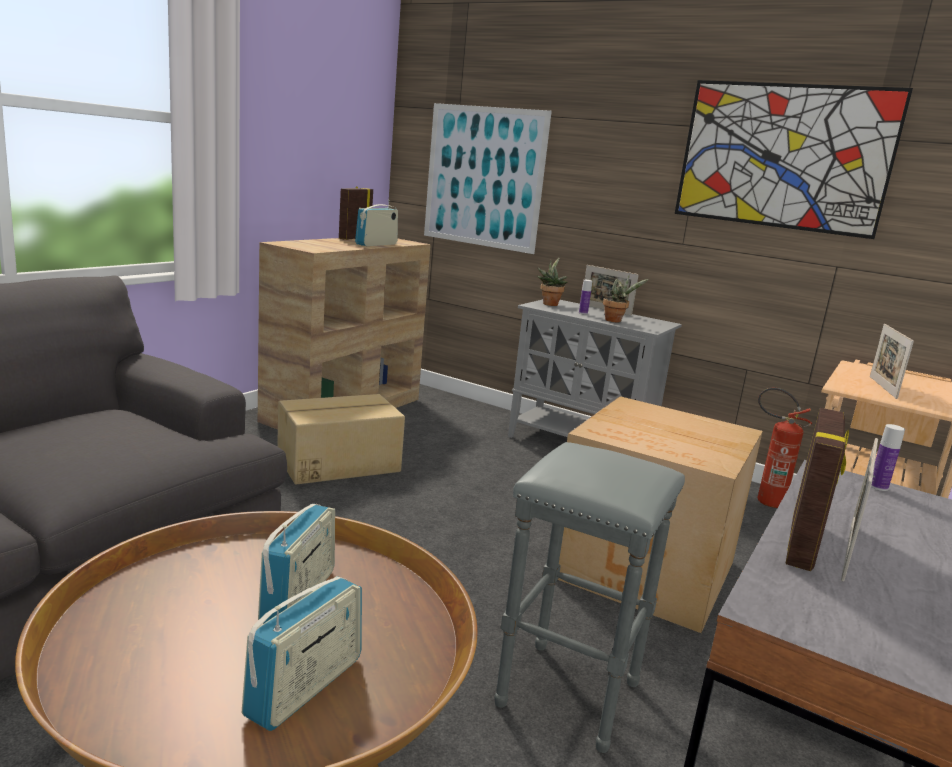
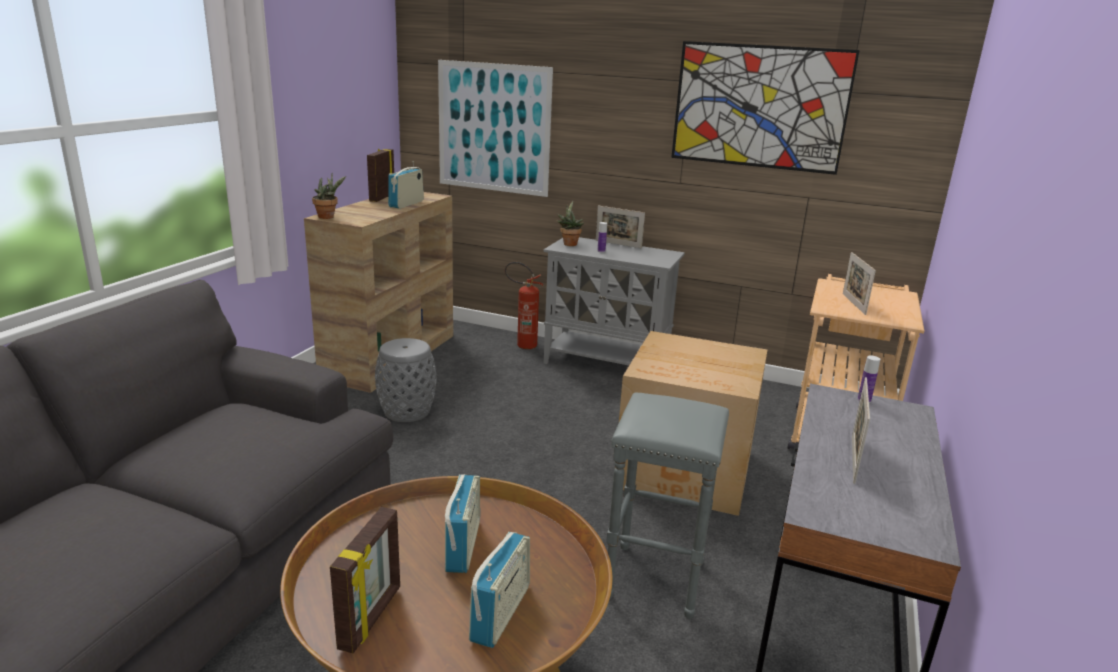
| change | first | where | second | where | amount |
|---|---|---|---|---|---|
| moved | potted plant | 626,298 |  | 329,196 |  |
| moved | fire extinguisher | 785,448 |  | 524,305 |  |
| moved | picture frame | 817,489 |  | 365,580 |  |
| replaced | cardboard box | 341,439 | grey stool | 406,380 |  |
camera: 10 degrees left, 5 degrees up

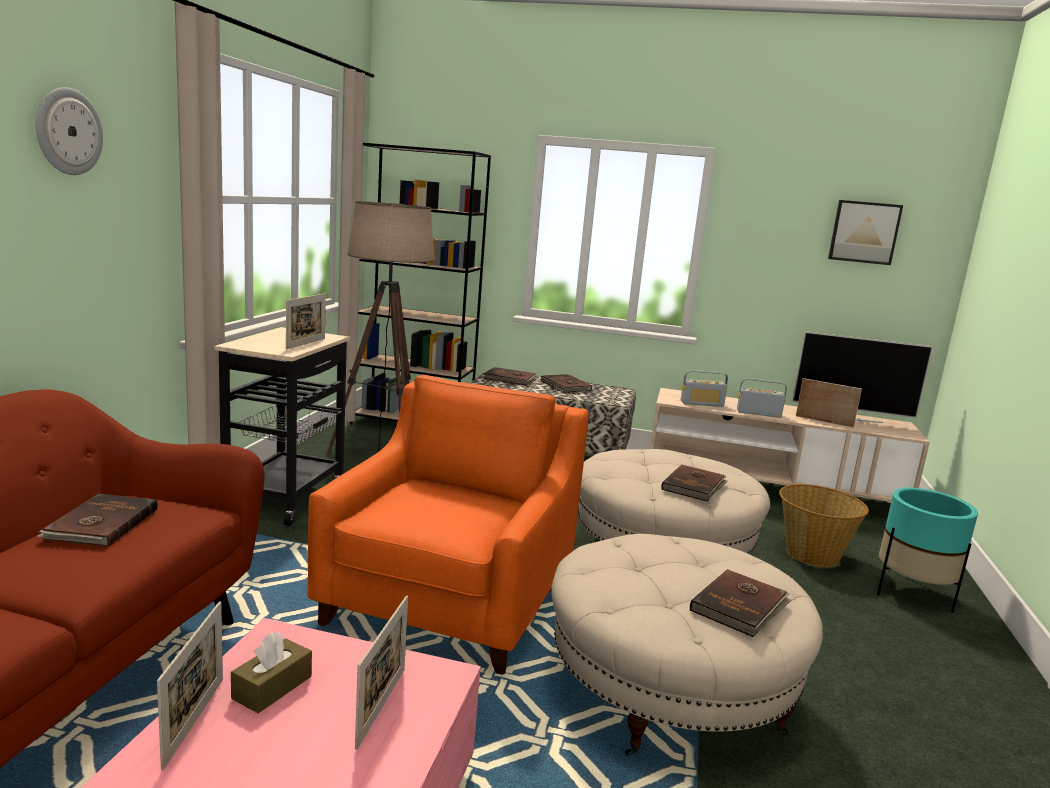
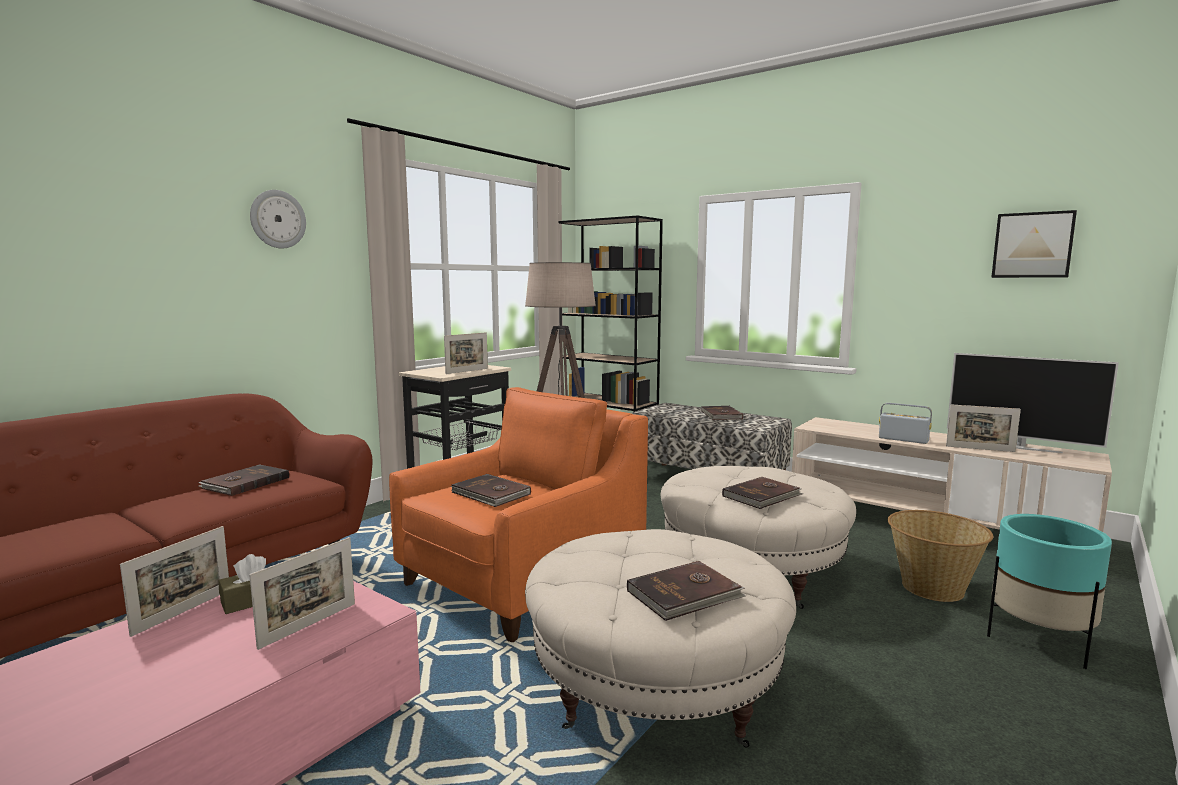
| change | first | where | second | where | amount |
|---|---|---|---|---|---|
| removed | radio | 704,388 |  |  |  |
| moved | brown book | 510,376 |  | 491,490 |  |
| turned | picture frame | 829,403 |  | 983,428 | 150 degrees clockwise |
camera: 25 degrees right, 5 degrees down

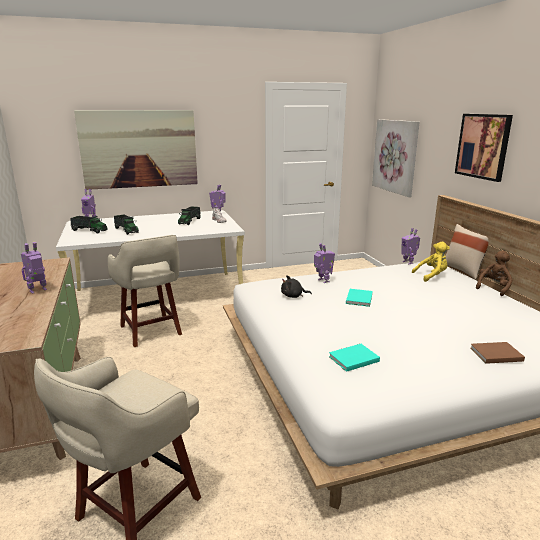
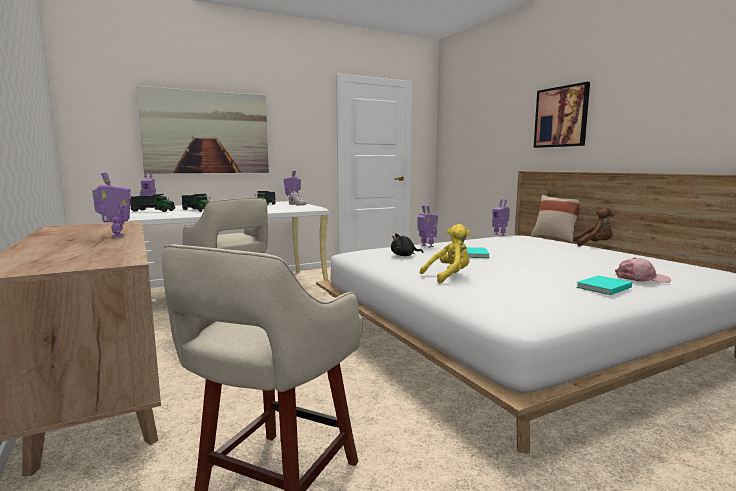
| change | first | where | second | where | amount |
|---|---|---|---|---|---|
| removed | picture | 396,158 |  |  |  |
| moved | turquoise book | 354,358 |  | 604,285 |  |
| moved | yellow plush toy | 431,262 |  | 445,253 |  |
| replaced | brown book | 497,353 | pink cap | 643,270 |  |
| turned | toy robot | 34,268 |  | 111,205 | 120 degrees clockwise |
| turned | brown plush toy | 494,273 |  | 594,226 | 75 degrees clockwise |
camera: 10 degrees left, 10 degrees down

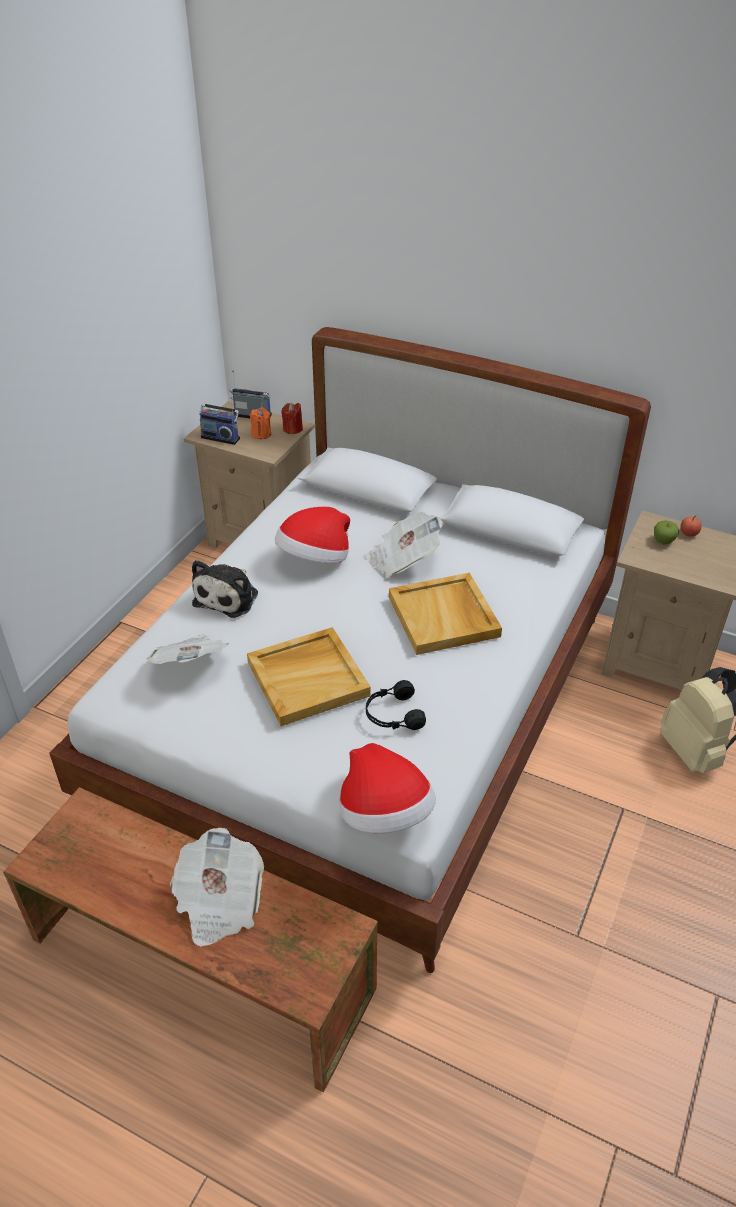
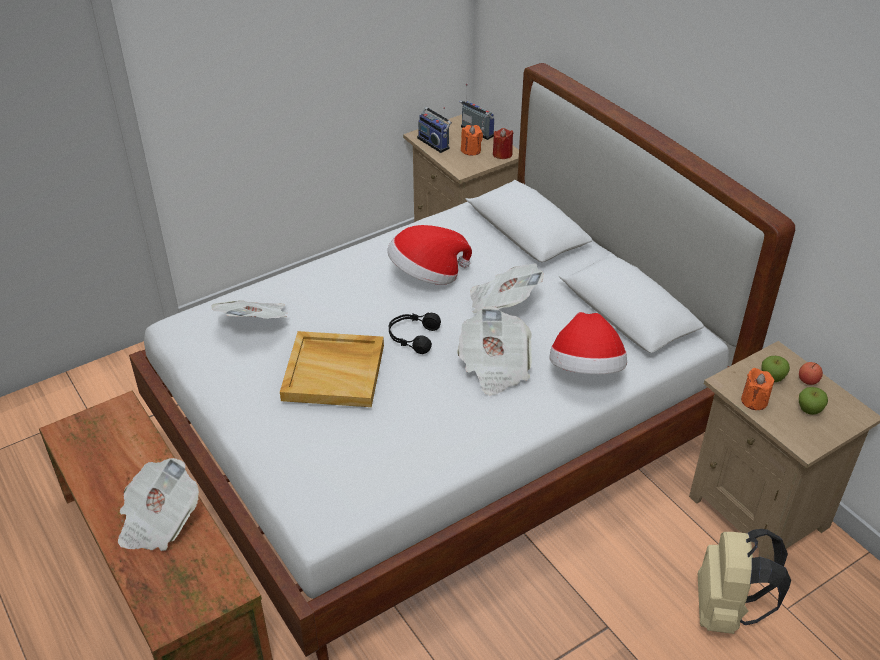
| change | first | where | second | where | amount |
|---|---|---|---|---|---|
| removed | plush toy | 225,589 |  |  |  |
| added |  |  | orange candle | 757,389 |  |
| added |  |  | apple | 813,401 |  |
| moved | hat | 387,788 |  | 588,343 |  |
| moved | black headphones | 396,705 |  | 415,333 |  |
| replaced | beige tray | 445,614 | newspaper | 494,351 |  |
camera: 30 degrees right, 0 degrees up

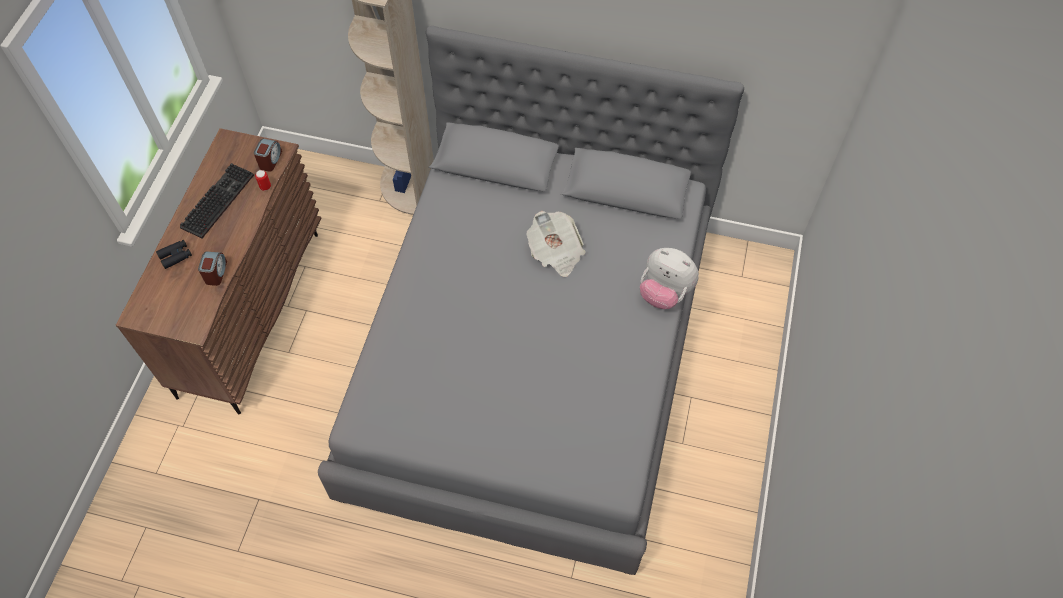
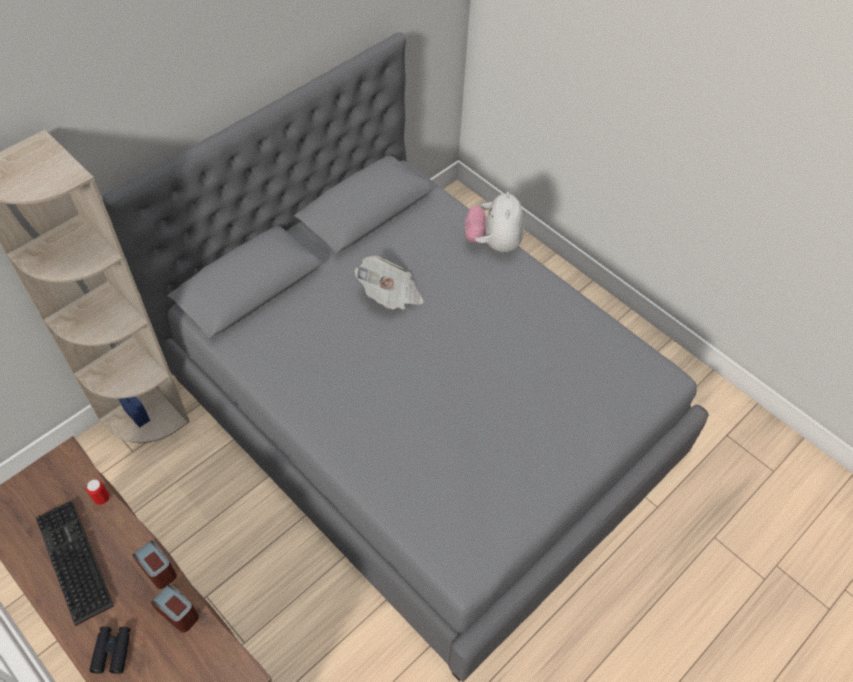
| change | first | where | second | where | amount |
|---|---|---|---|---|---|
| moved | alarm clock | 268,155 |  | 154,564 |  |
| turned | plush toy | 669,278 |  | 494,222 | 120 degrees clockwise |
camera: 60 degrees left, 5 degrees down

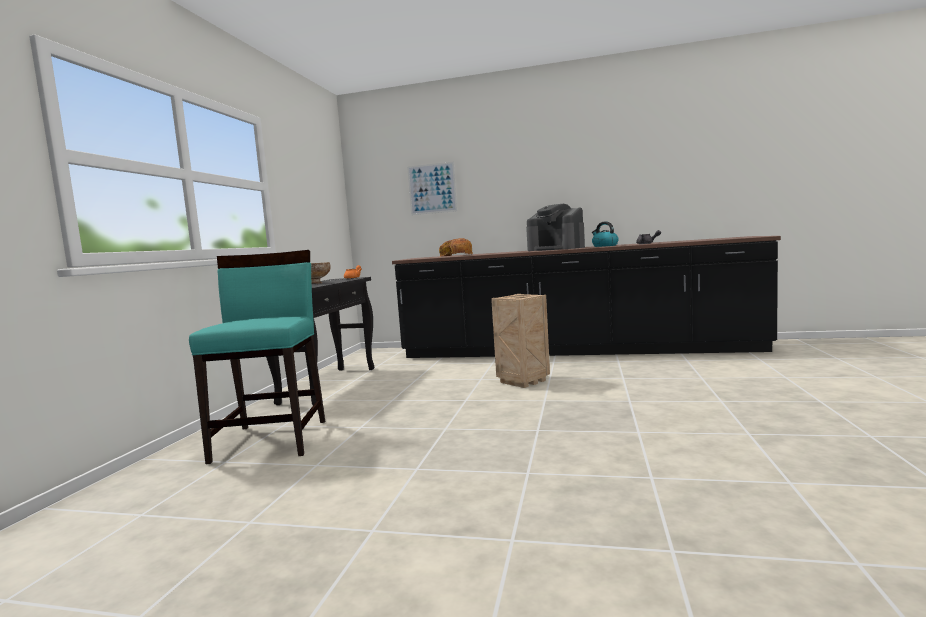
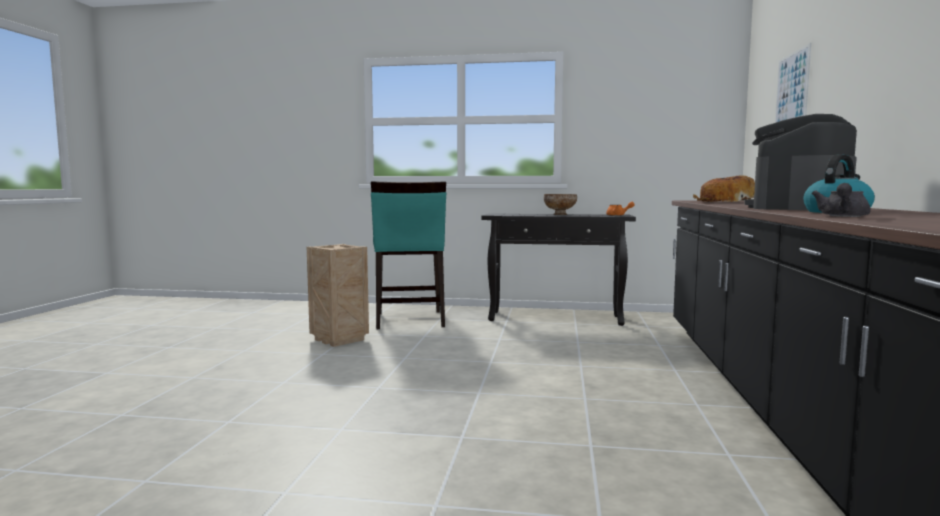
| change | first | where | second | where | amount |
|---|---|---|---|---|---|
| moved | crate | 520,341 |  | 338,295 |  |
| turned | turquoise chair | 257,357 |  | 408,255 | 90 degrees clockwise |
camera: 85 degrees right, 0 degrees up

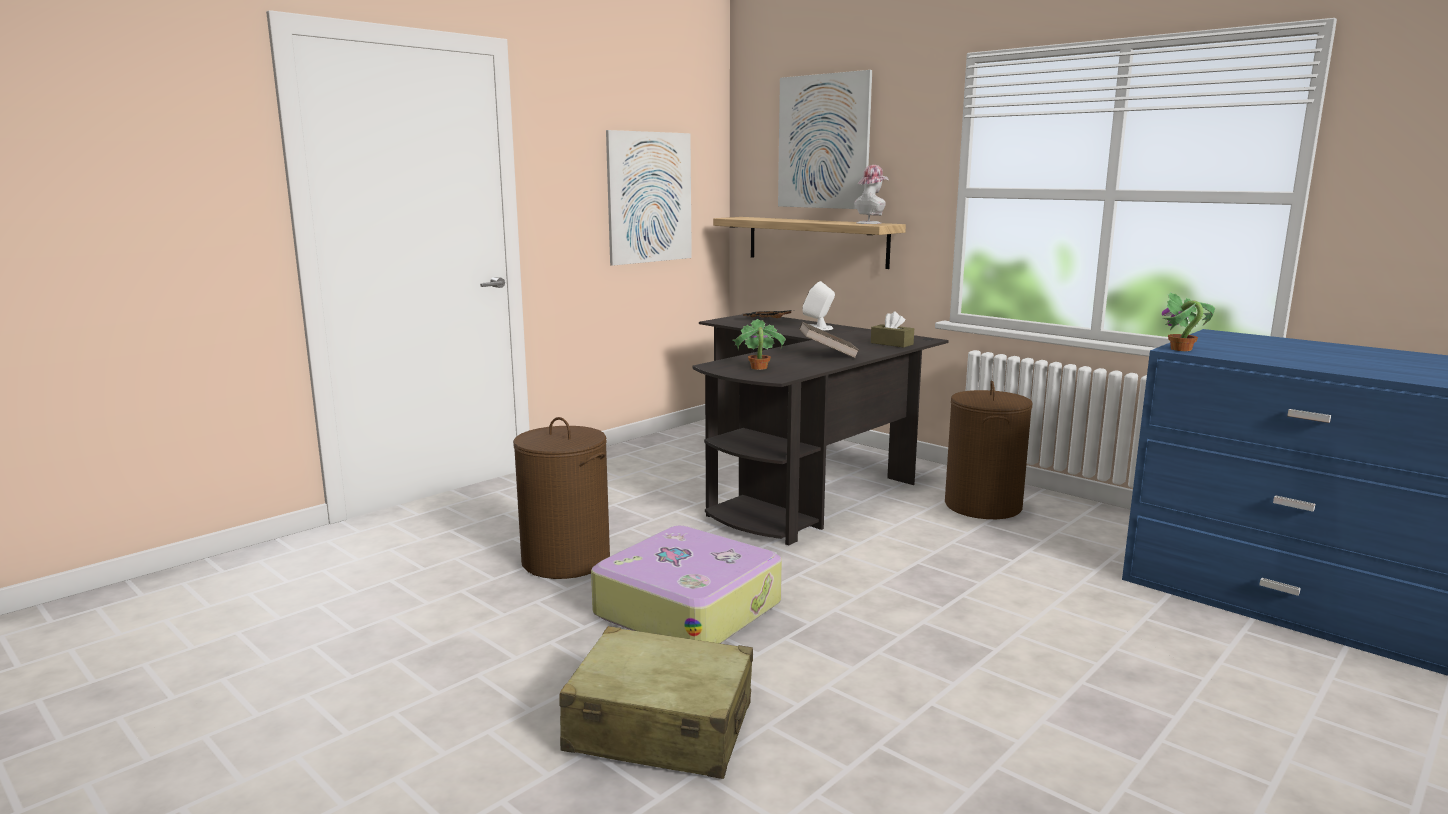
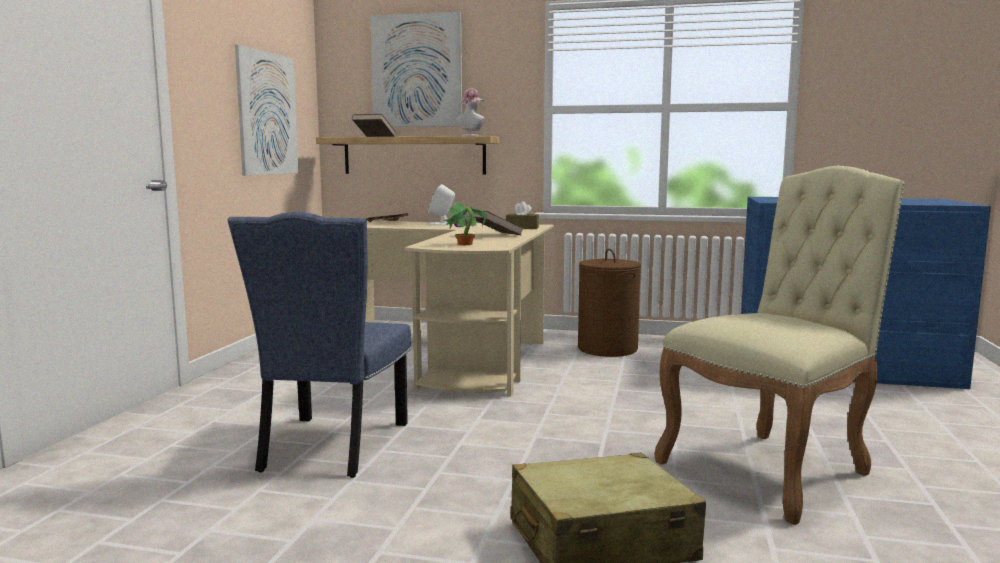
| change | first | where | second | where | amount |
|---|---|---|---|---|---|
| removed | suitcase | 686,585 |  |  |  |
| removed | potted plant | 1188,321 |  |  |  |
| added |  |  | brown book | 373,125 |  |
| added |  |  | beige chair | 779,345 |  |
| replaced | brown laundry basket | 561,498 | blue chair | 319,344 |  |
| recoloured | black desk | 821,430 | beige desk | 459,309 |  |
camera: 30 degrees left, 5 degrees down

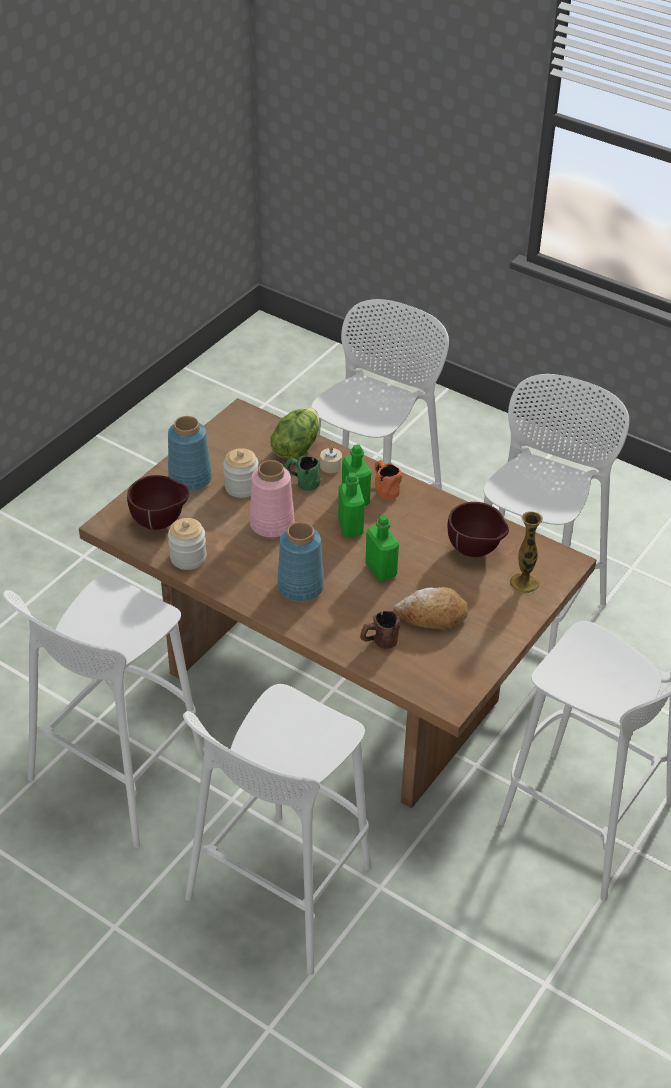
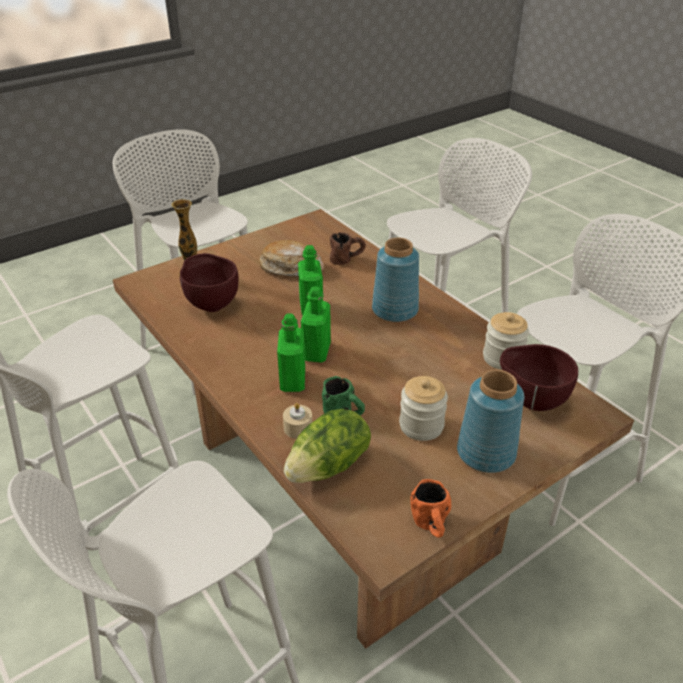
| change | first | where | second | where | amount |
|---|---|---|---|---|---|
| removed | pink vase | 272,498 |  |  |  |
| moved | orange mug | 388,479 |  | 431,508 |  |
camera: 160 degrees left, 5 degrees down

